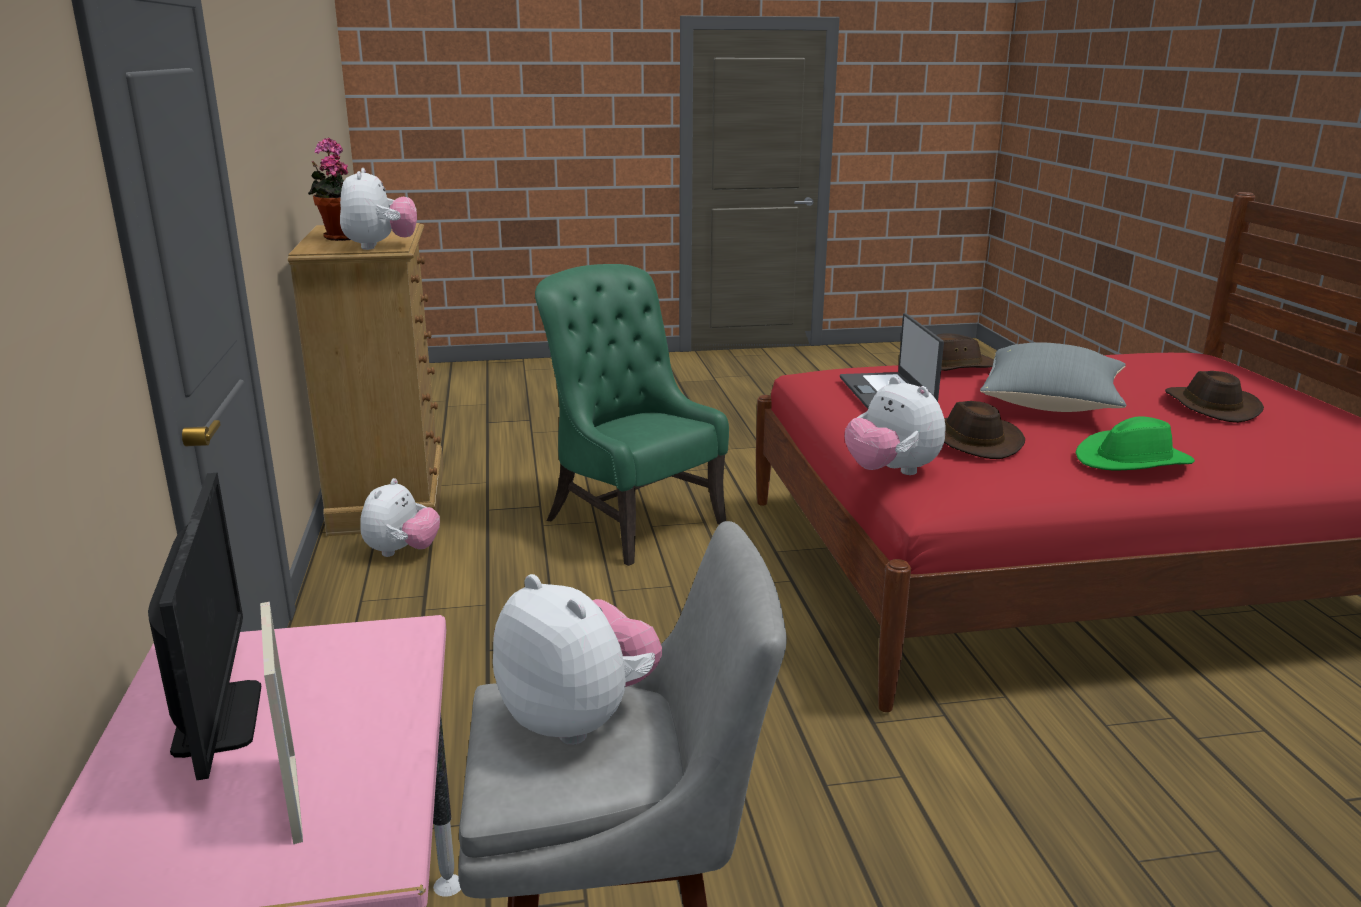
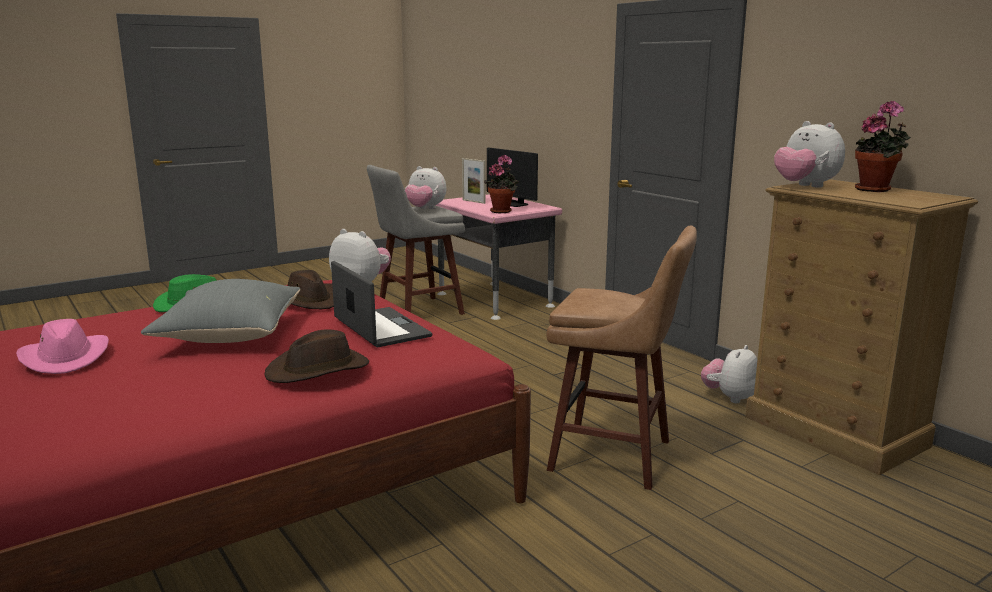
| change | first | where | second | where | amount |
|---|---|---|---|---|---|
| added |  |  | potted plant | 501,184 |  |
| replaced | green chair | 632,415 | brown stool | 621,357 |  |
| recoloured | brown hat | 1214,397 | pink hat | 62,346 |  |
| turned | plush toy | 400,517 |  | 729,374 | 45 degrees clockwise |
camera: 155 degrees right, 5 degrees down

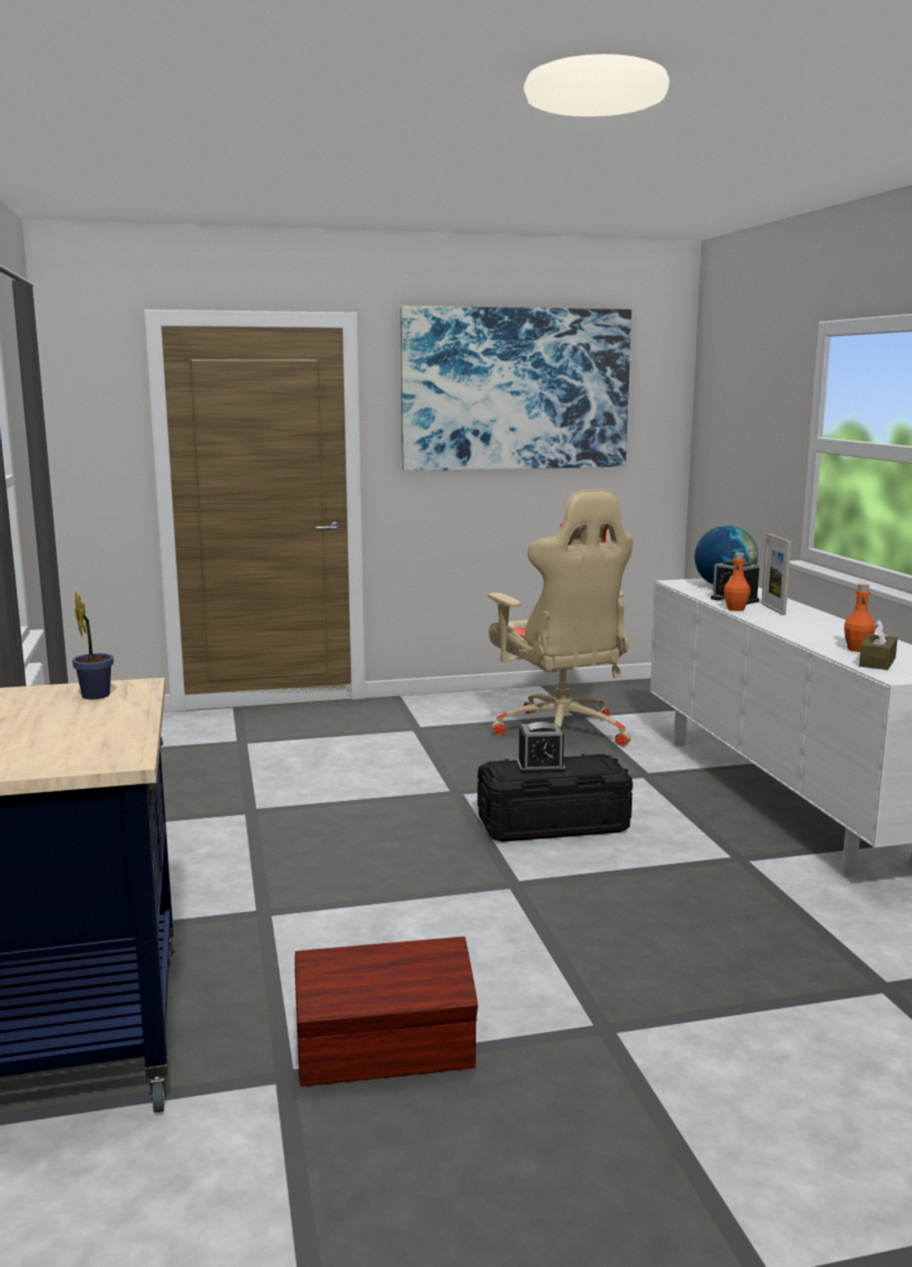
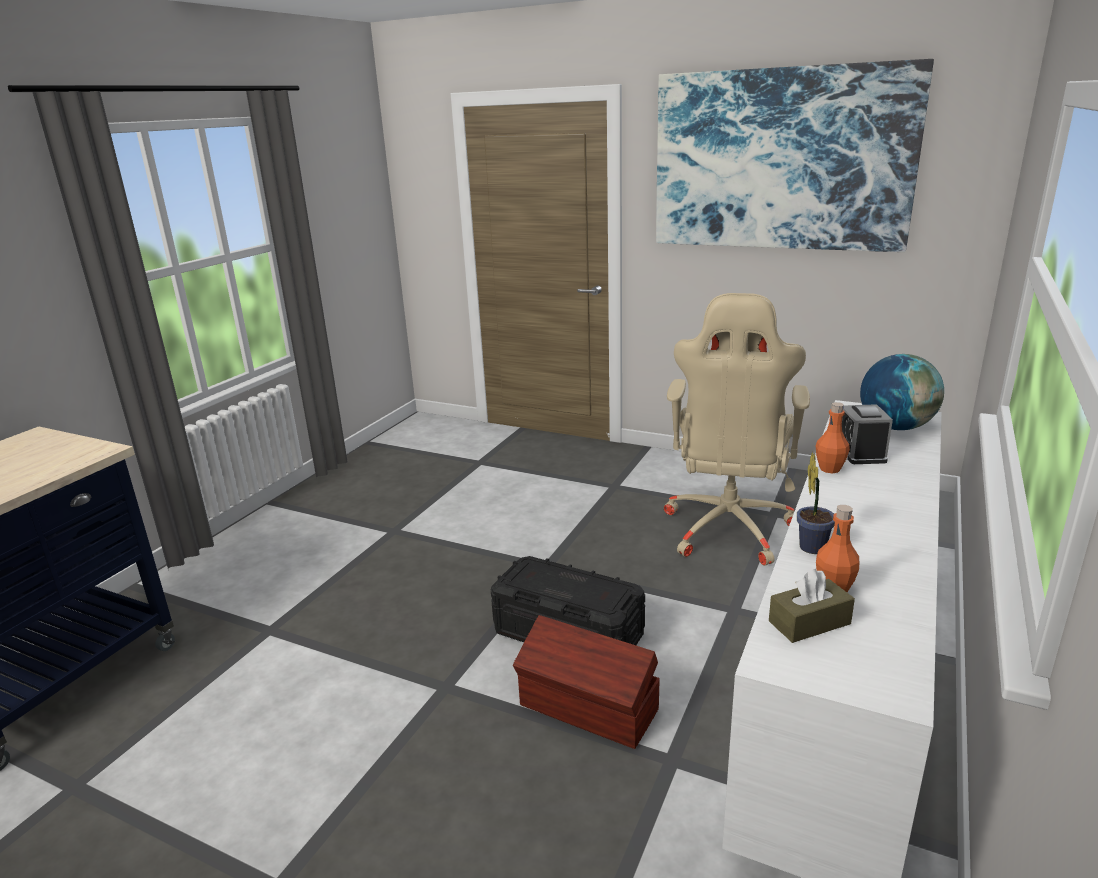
| change | first | where | second | where | amount |
|---|---|---|---|---|---|
| removed | alarm clock | 541,748 |  |  |  |
| removed | picture frame | 776,574 |  |  |  |
| moved | potted plant | 93,645 |  | 816,503 |  |
| moved | brown storage box | 386,1012 |  | 586,682 |  |
camera: 40 degrees right, 10 degrees up

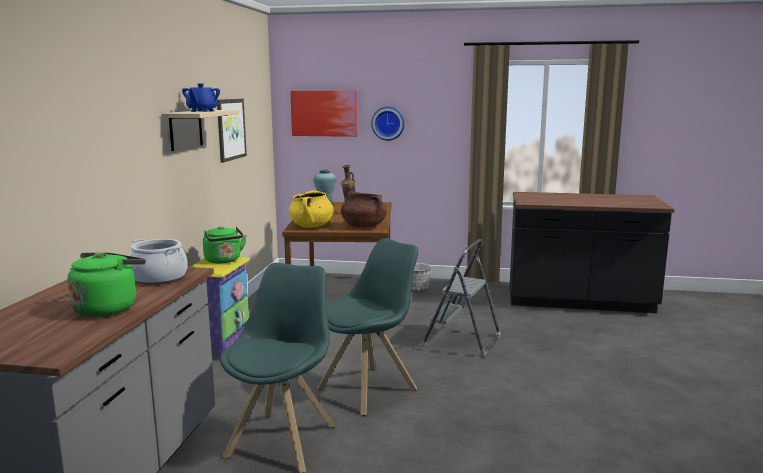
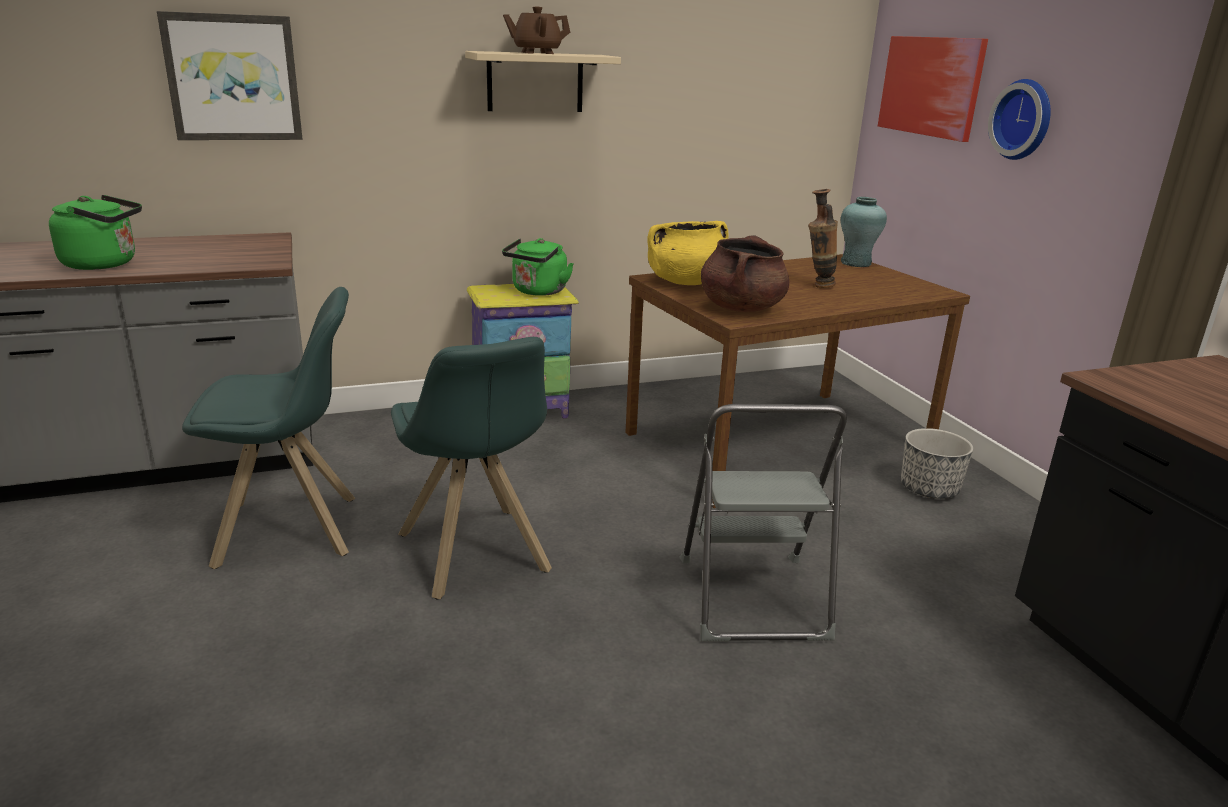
| change | first | where | second | where | amount |
|---|---|---|---|---|---|
| removed | cooking pot | 159,262 |  |  |  |
| moved | picture | 232,131 |  | 230,75 |  |
| recoloured | blue teapot | 201,97 | brown teapot | 536,30 |  |
| turned | turquoise chair | 367,327 |  | 471,468 | 45 degrees clockwise |
camera: 60 degrees right, 10 degrees up

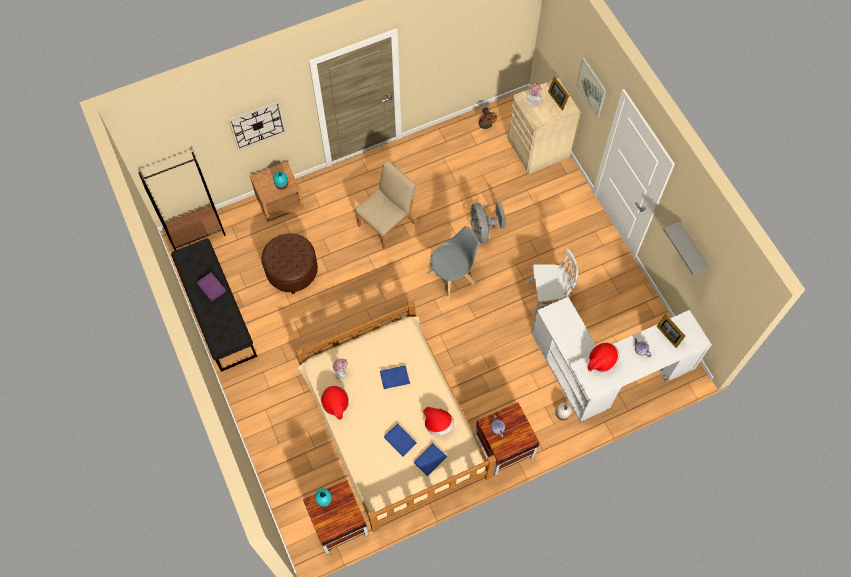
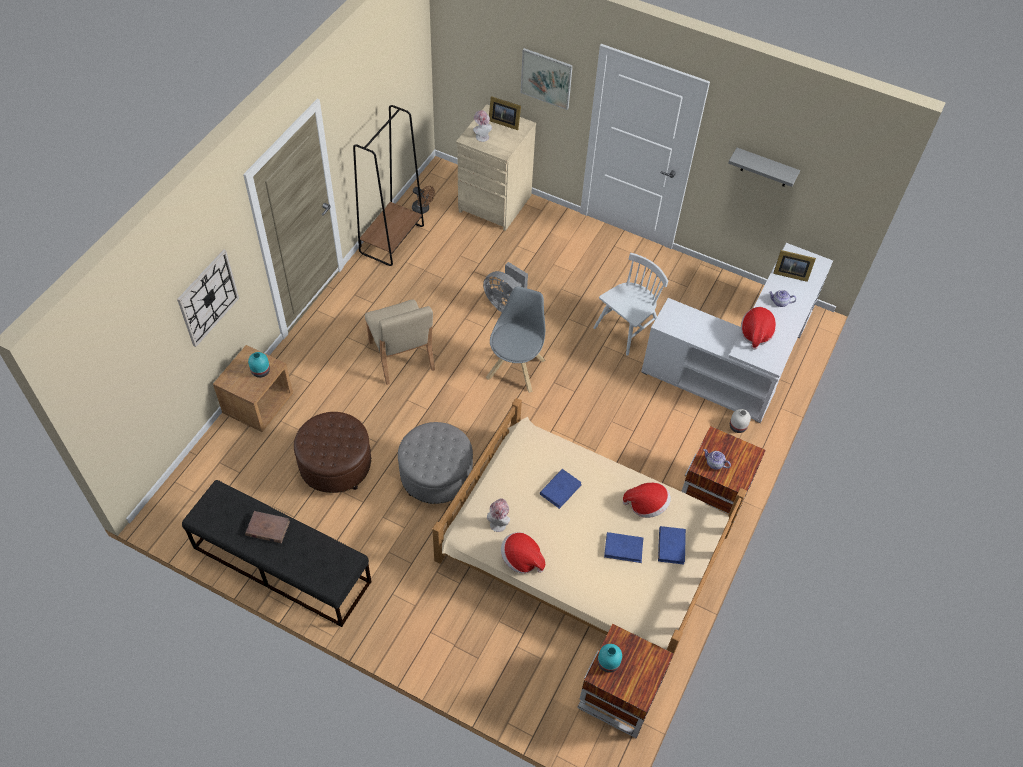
| change | first | where | second | where | amount |
|---|---|---|---|---|---|
| added |  |  | grey ottoman | 435,463 |  |
| moved | clothes rack | 182,201 |  | 388,185 |  |
| recoloured | purple book | 211,286 | brown book | 267,527 |  |
| turned | beige chair | 385,205 |  | 400,342 | 150 degrees clockwise |
camera: 40 degrees left, 10 degrees down

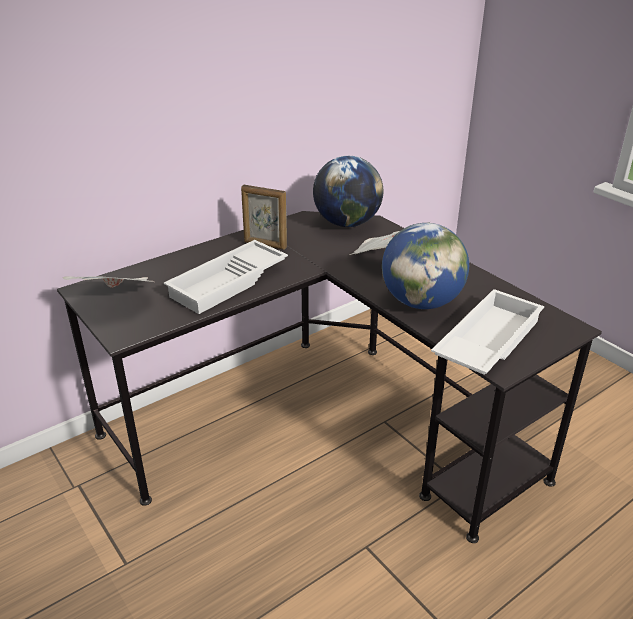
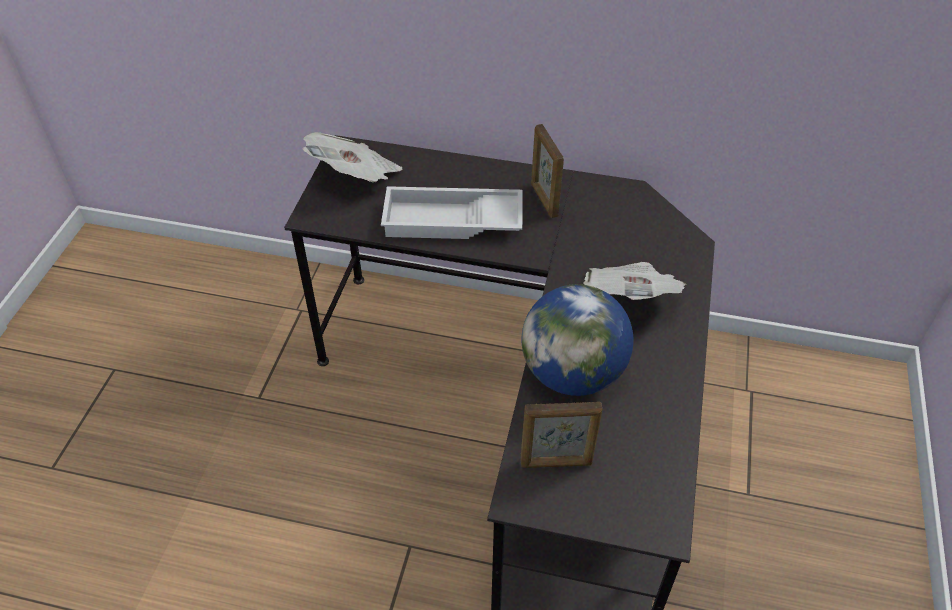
| change | first | where | second | where | amount |
|---|---|---|---|---|---|
| removed | globe | 348,191 |  |  |  |
| replaced | white tray | 487,332 | picture frame | 561,435 |  |
camera: 50 degrees right, 15 degrees up

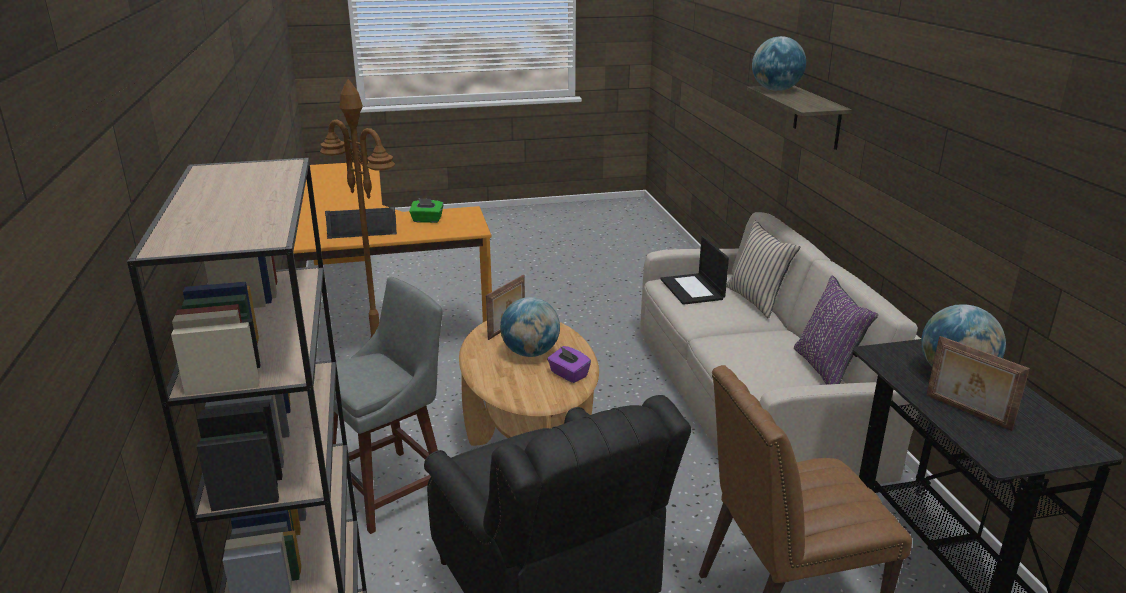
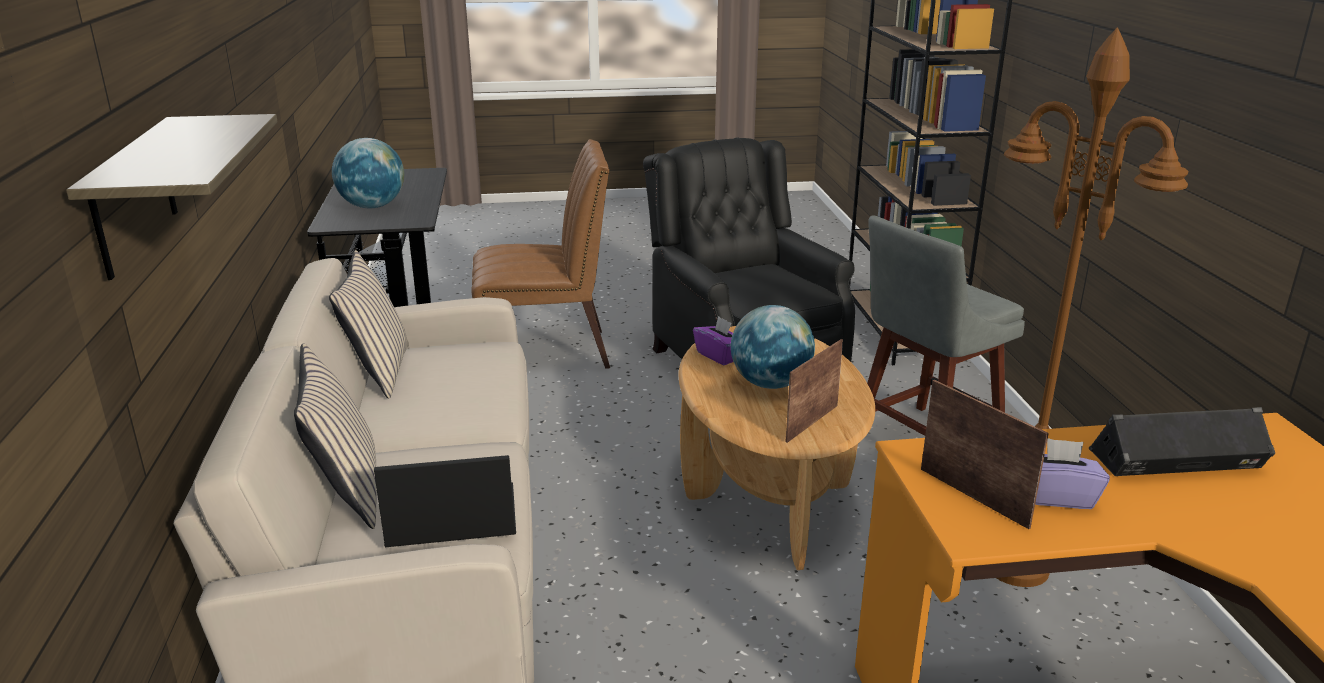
| change | first | where | second | where | amount |
|---|---|---|---|---|---|
| removed | globe | 779,63 |  |  |  |
| moved | picture frame | 978,383 |  | 985,454 |  |
| recoloured | green tissue box | 426,210 | purple tissue box | 1072,473 |  |
| recoloured | purple pillow | 836,330 | beige pillow | 369,324 |  |
| turned | laptop | 694,270 |  | 445,501 | 90 degrees counterclockwise |
camera: 175 degrees left, 0 degrees up

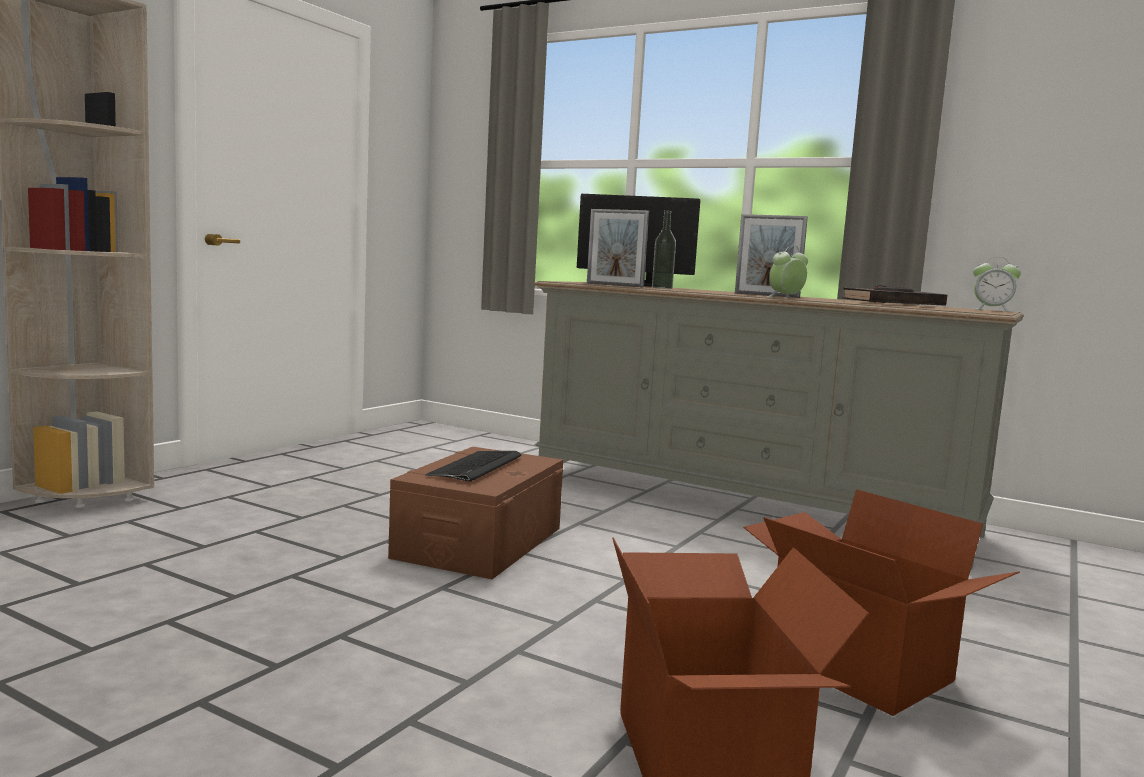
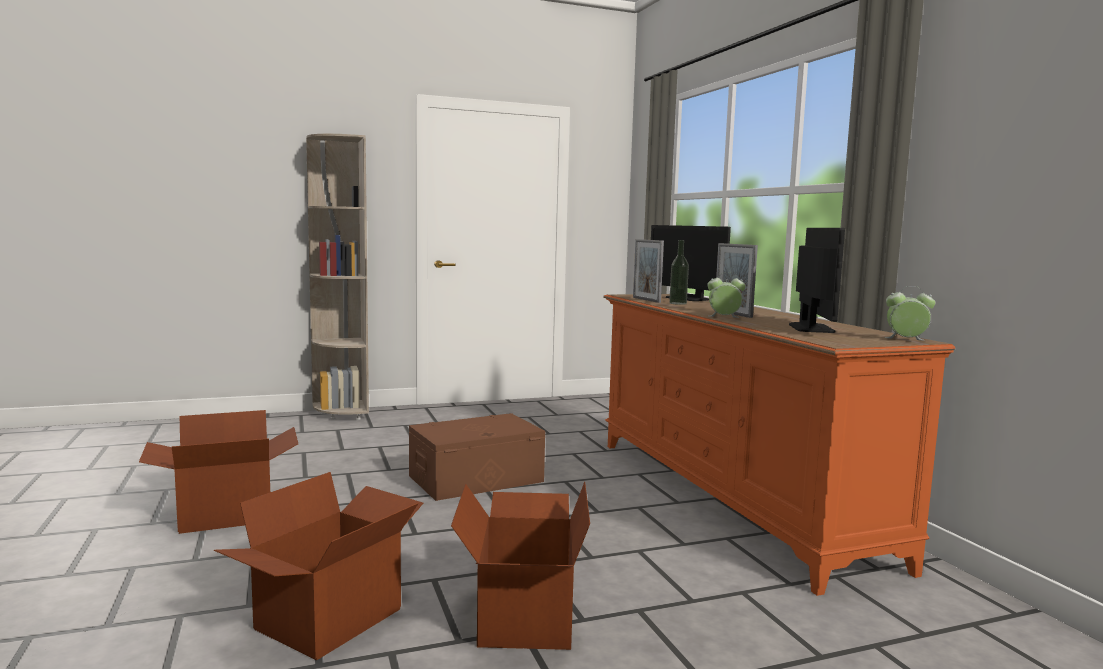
| change | first | where | second | where | amount |
|---|---|---|---|---|---|
| removed | keyboard | 473,466 |  |  |  |
| added |  |  | cardboard box | 218,472 |  |
| replaced | black book | 894,295 | monitor | 817,280 |  |
| recoloured | grey cabinet | 778,425 | orange cabinet | 779,445 |  |
| turned | alarm clock | 997,284 |  | 910,313 | 135 degrees clockwise |
camera: 40 degrees right, 0 degrees up

